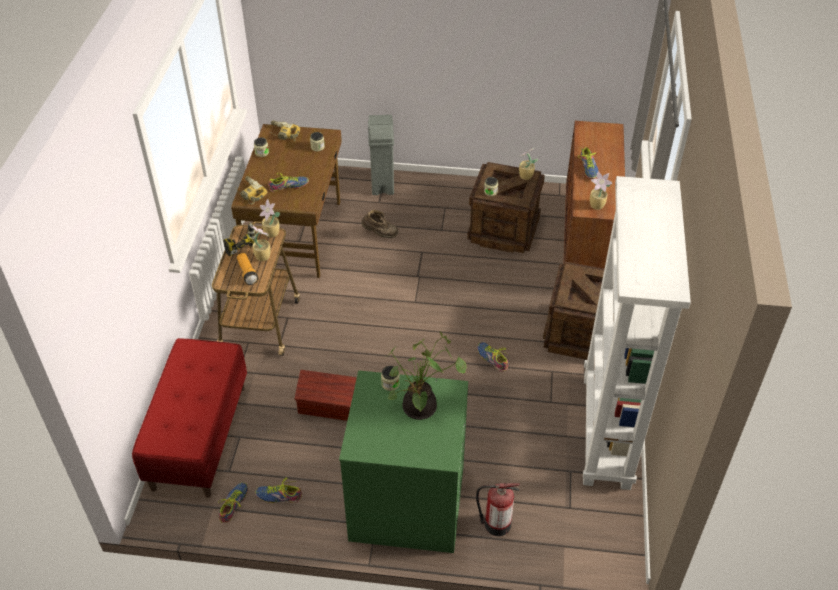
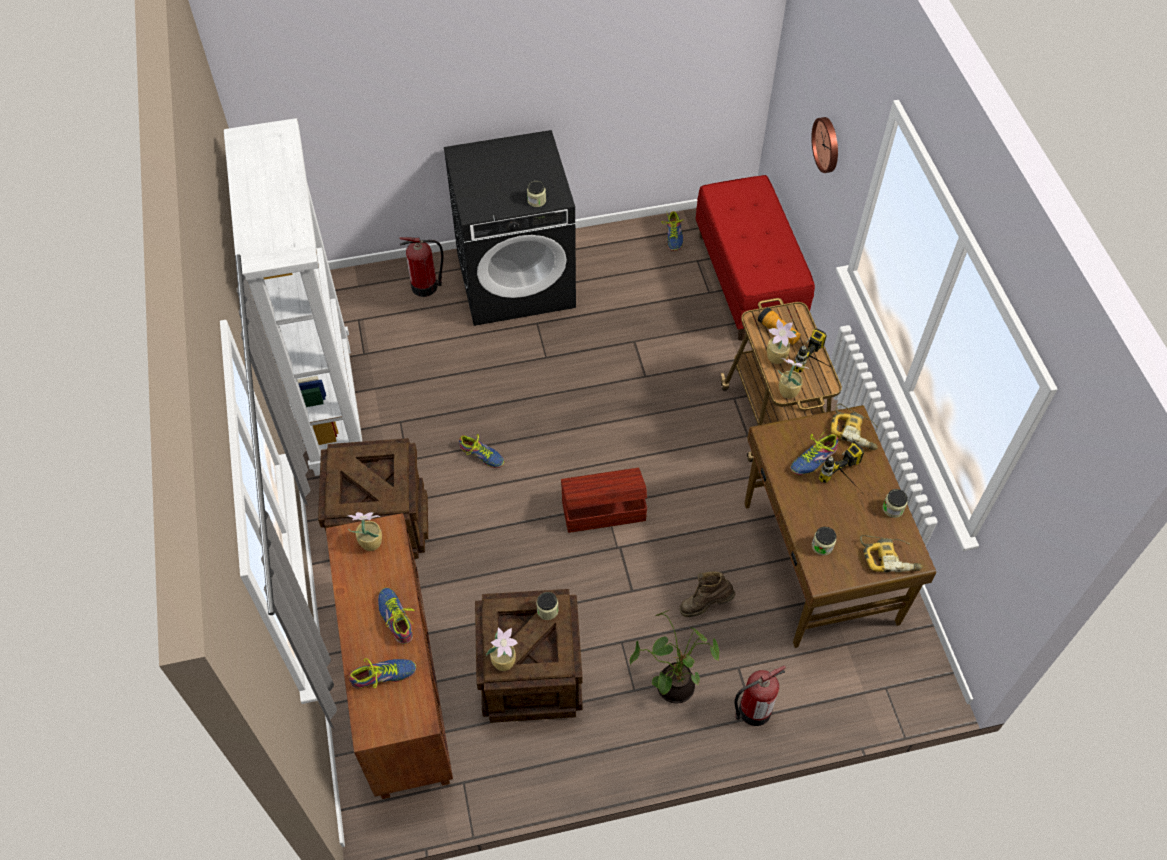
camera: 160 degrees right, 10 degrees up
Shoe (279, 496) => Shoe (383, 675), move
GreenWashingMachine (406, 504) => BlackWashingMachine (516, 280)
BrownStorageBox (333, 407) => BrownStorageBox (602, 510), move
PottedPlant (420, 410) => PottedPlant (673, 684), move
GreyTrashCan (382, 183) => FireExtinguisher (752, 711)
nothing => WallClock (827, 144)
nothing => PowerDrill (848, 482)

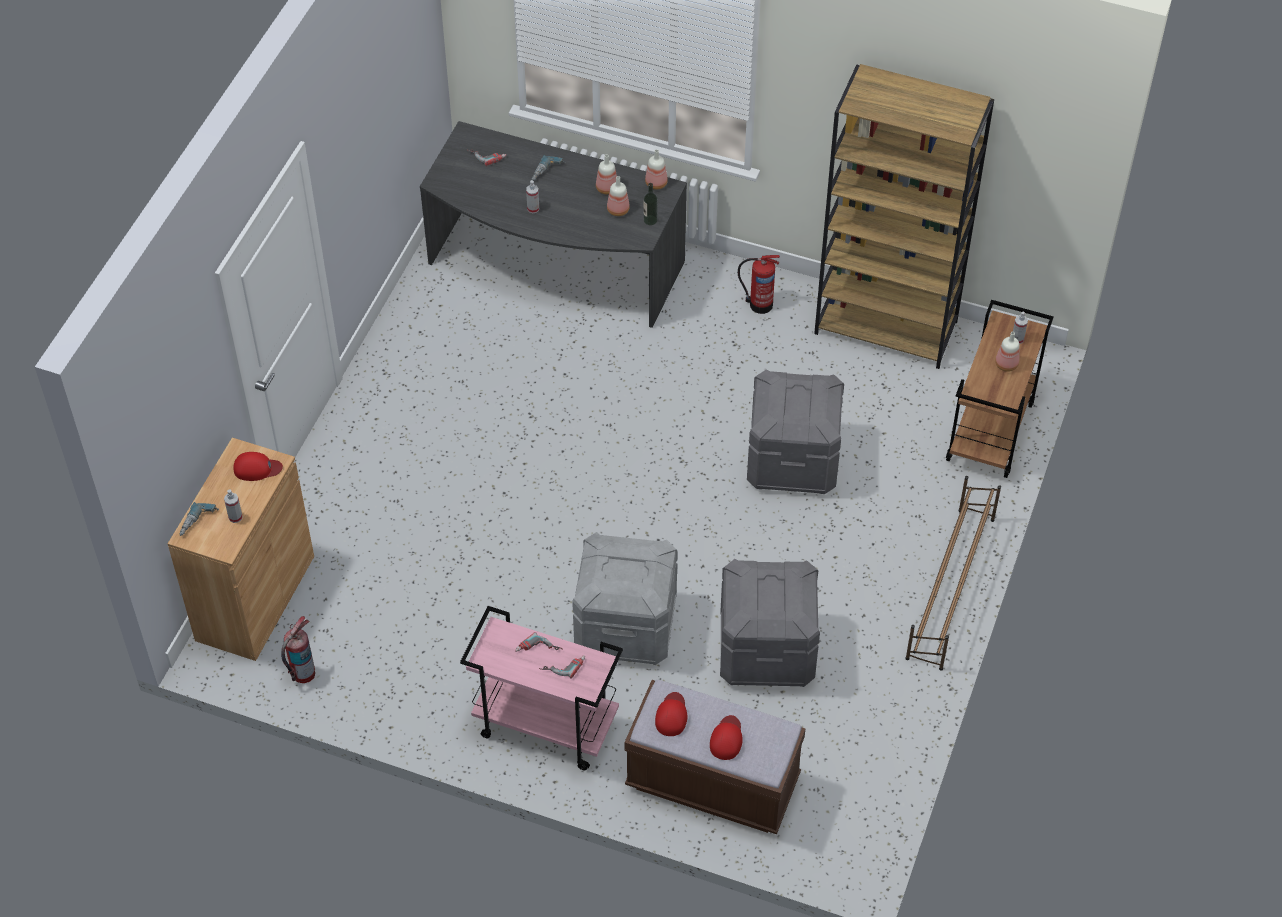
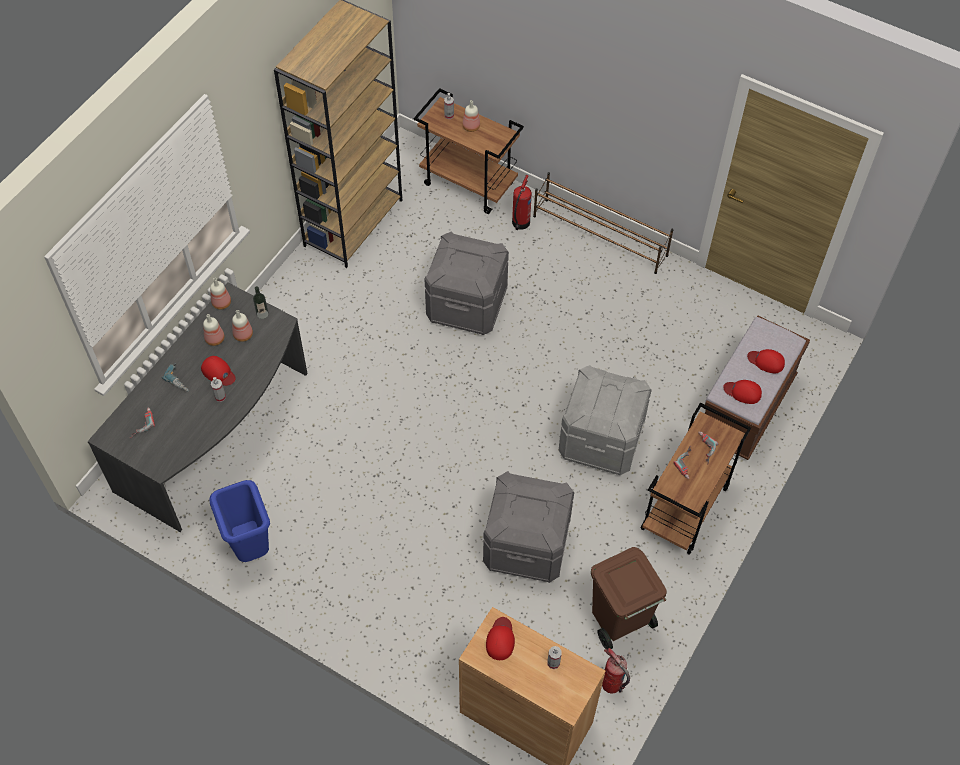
camera: 80 degrees left, 5 degrees up
nothing => RedCap (218, 372)
nothing => BlueTrashCan (251, 547)
GreyStorageBox (766, 650) => GreyStorageBox (526, 545), move
FireExtinguisher (759, 304) => FireExtinguisher (520, 223), move
nothing => BrownTrashCan (619, 621)
PinkCart (544, 726) => BrownCart (685, 509)
PowerDrill (199, 523) => nothing

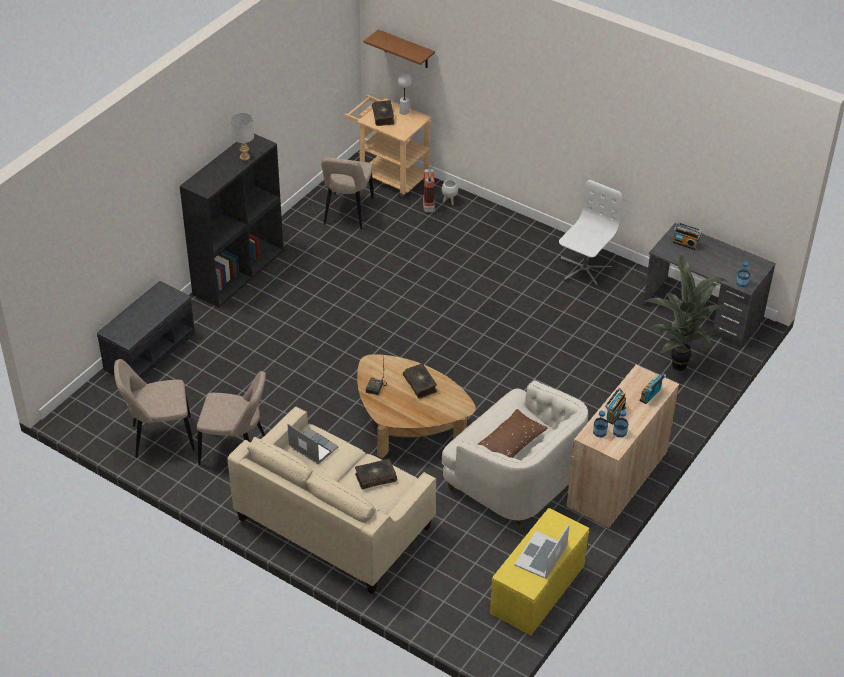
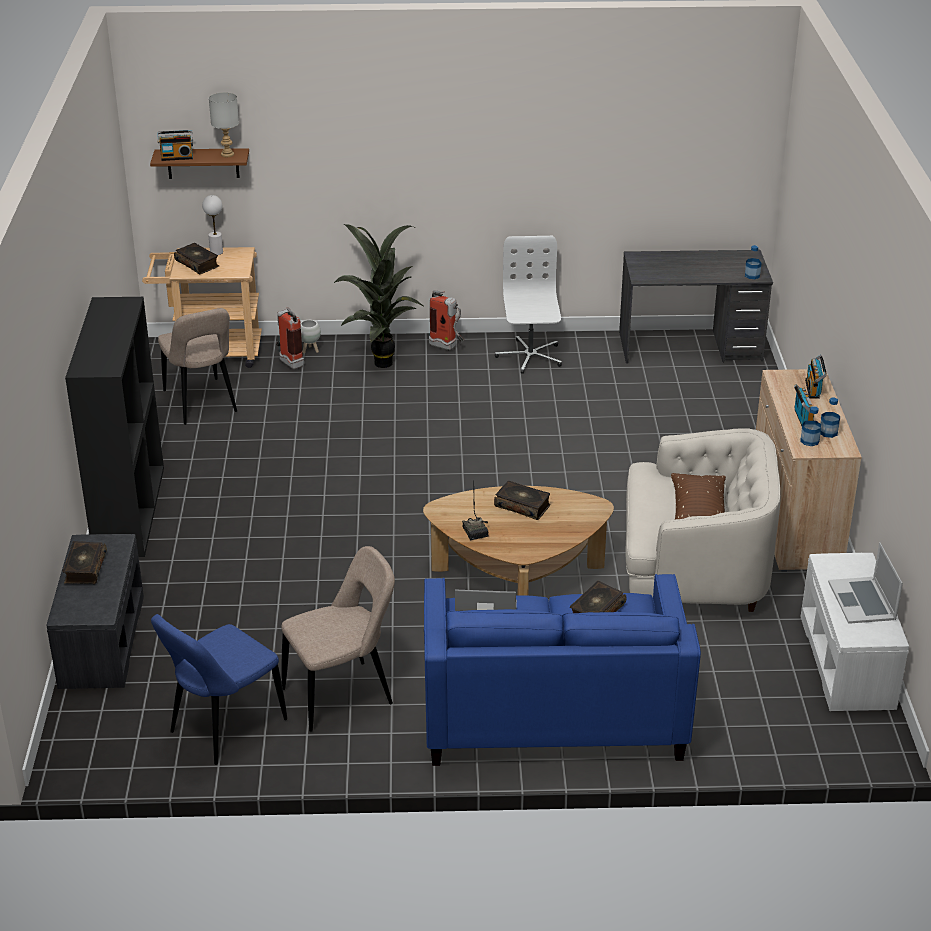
camera: 35 degrees left, 10 degrees down
nothing => Book (84, 569)
BeigeChair (159, 438) => BlueChair (223, 728)
Radio (685, 243) => Radio (177, 157), move
GreyTableLamp (244, 157) => GreyTableLamp (227, 155), move
PottedPlant (677, 363) => PottedPlant (380, 362), move
BeigeSofa (334, 522) => BlueSofa (551, 710)
nothing => FireExtinguisher (447, 347)
YellowBench (538, 590) => WhiteBench (848, 662)

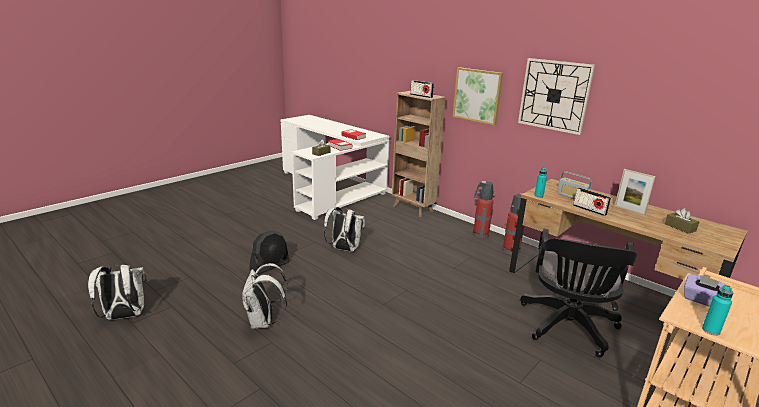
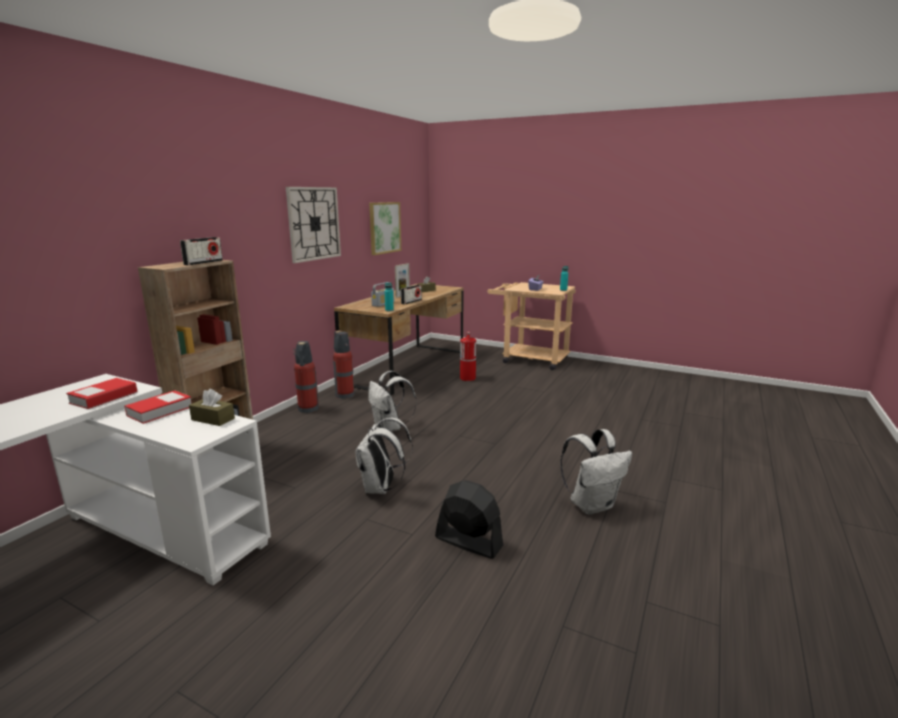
camera: 105 degrees left, 5 degrees down
WhiteBackpack (123, 316) => WhiteBackpack (389, 428), move
Picture (477, 95) => Picture (384, 227), move
BlackOfficeChair (568, 328) => FireExtinguisher (467, 378)

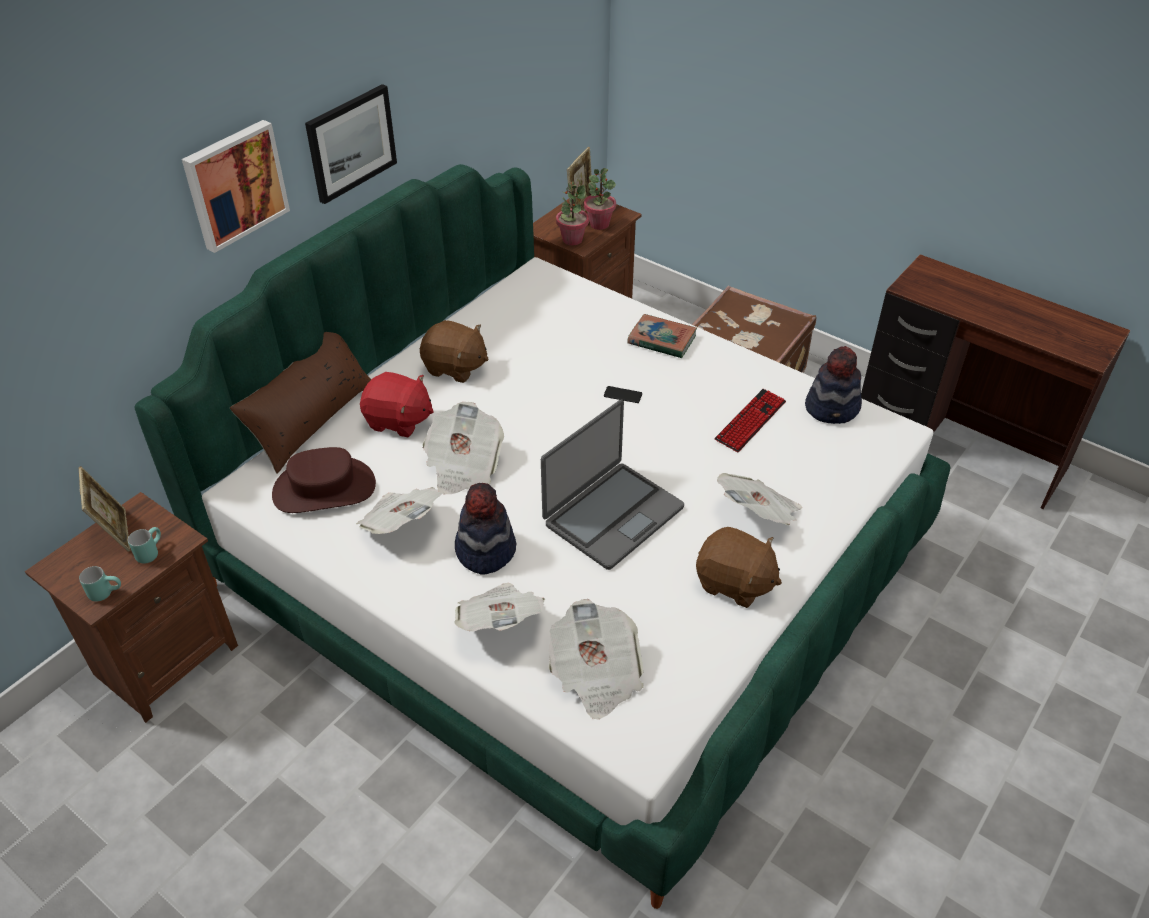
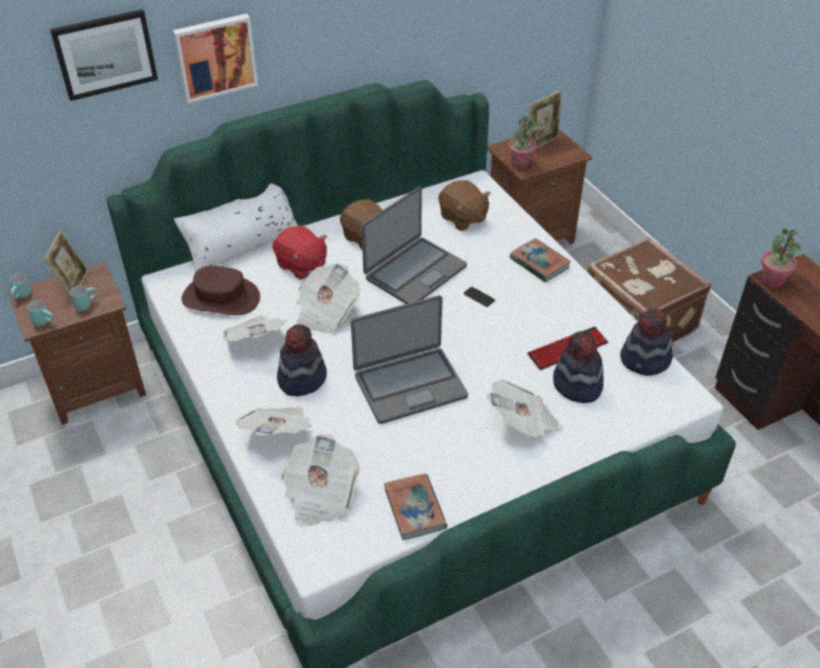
camera: 25 degrees right, 0 degrees up
nothing => TurquoiseMug (22, 296)
Picture (350, 143) => Picture (105, 54), move
BrownPillow (312, 420) => WhitePillow (243, 247)
nothing => Laptop (414, 272)
nothing => Book (415, 509)
BrownPlushToy (734, 583) => BrownPlushToy (463, 218), move
nothing => Hat (577, 385)
PottedPlant (599, 224) => PottedPlant (772, 281), move

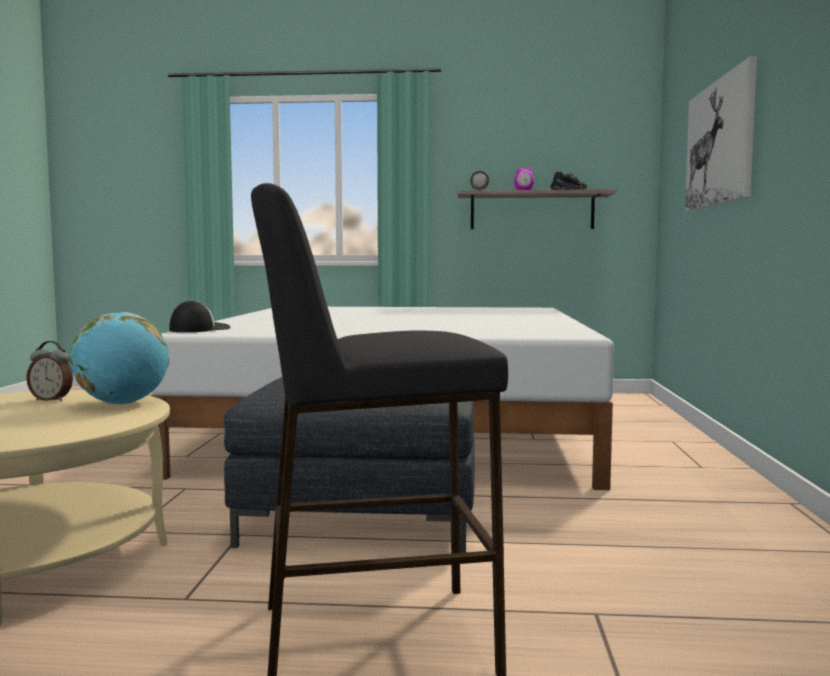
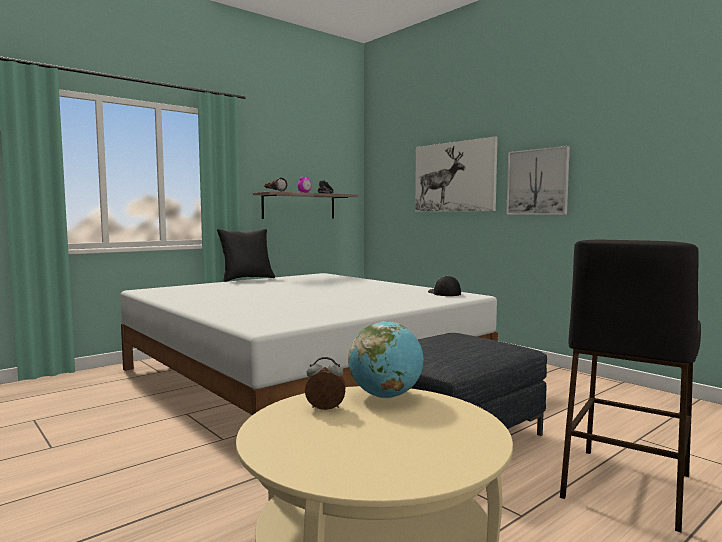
camera: 45 degrees left, 0 degrees up
nothing => BlackPillow (247, 279)
AlarmClock (52, 400) => AlarmClock (325, 409), 150 degrees counterclockwise
Cap (199, 329) => Cap (444, 293), move
nothing => Picture (537, 182)

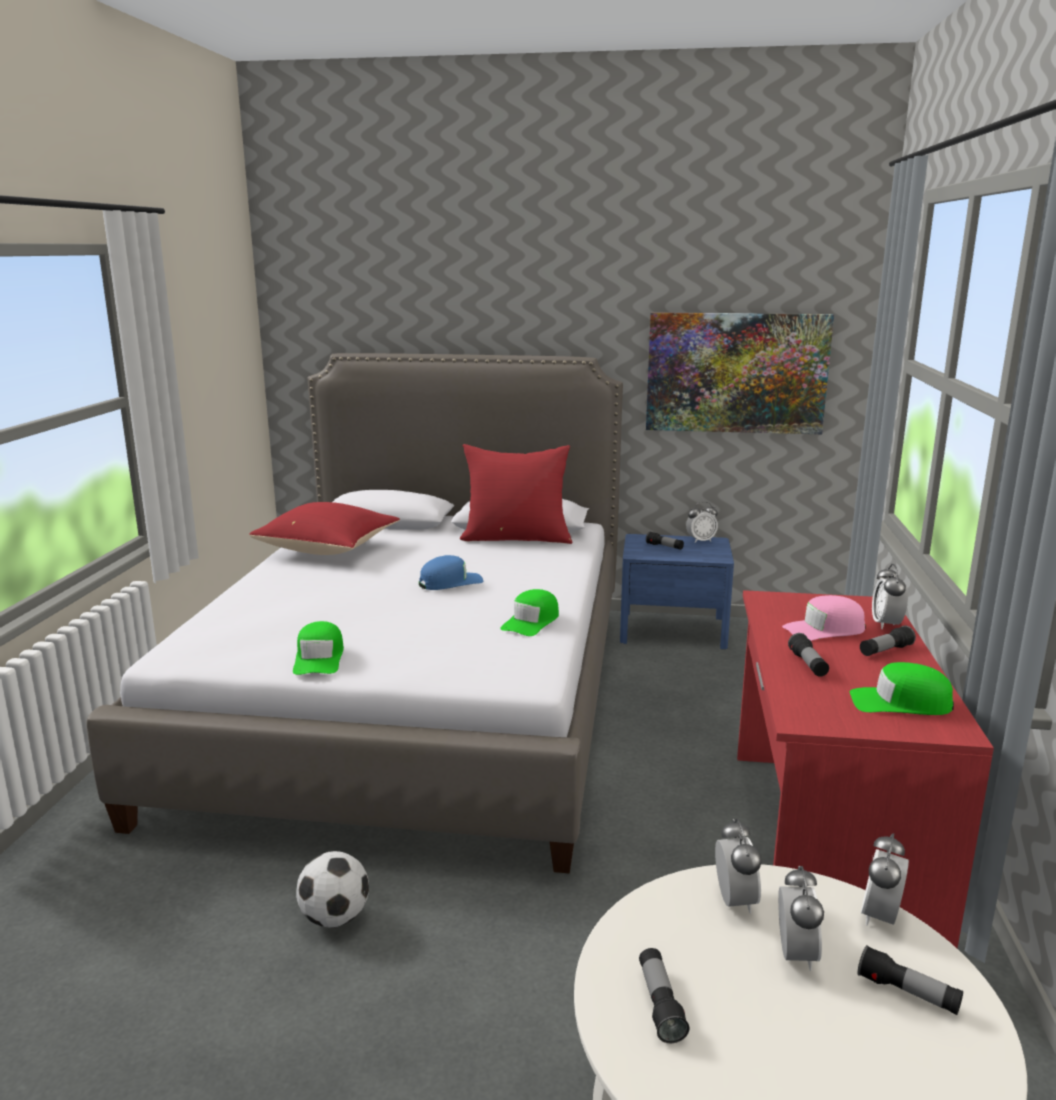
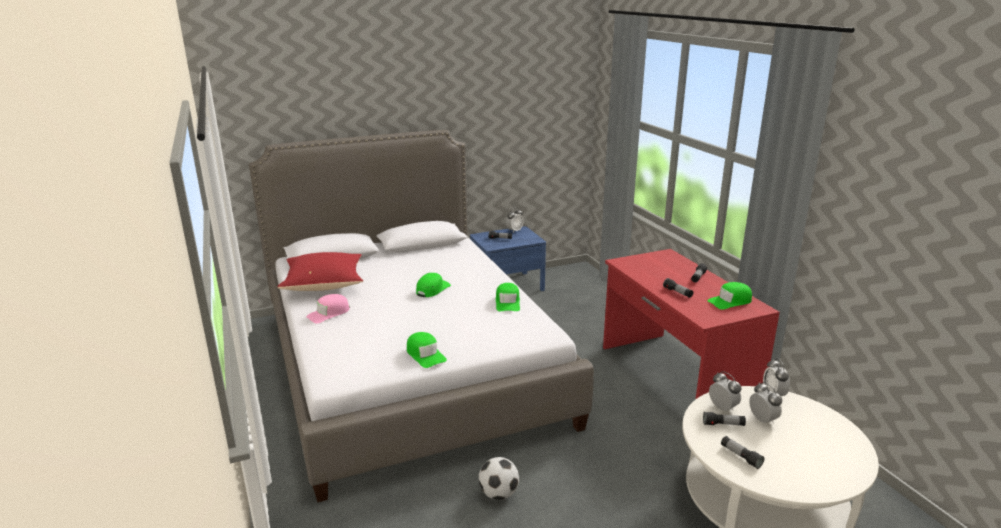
camera: 30 degrees left, 5 degrees up
PinkCap (824, 630) => PinkCap (328, 313), move
BlueCap (450, 582) => GreenCap (432, 289)
Flashlight (907, 993) => Flashlight (723, 424), move
RedPillow (517, 538) => nothing
Picture (736, 373) => nothing
AlarmClock (886, 624) => nothing

